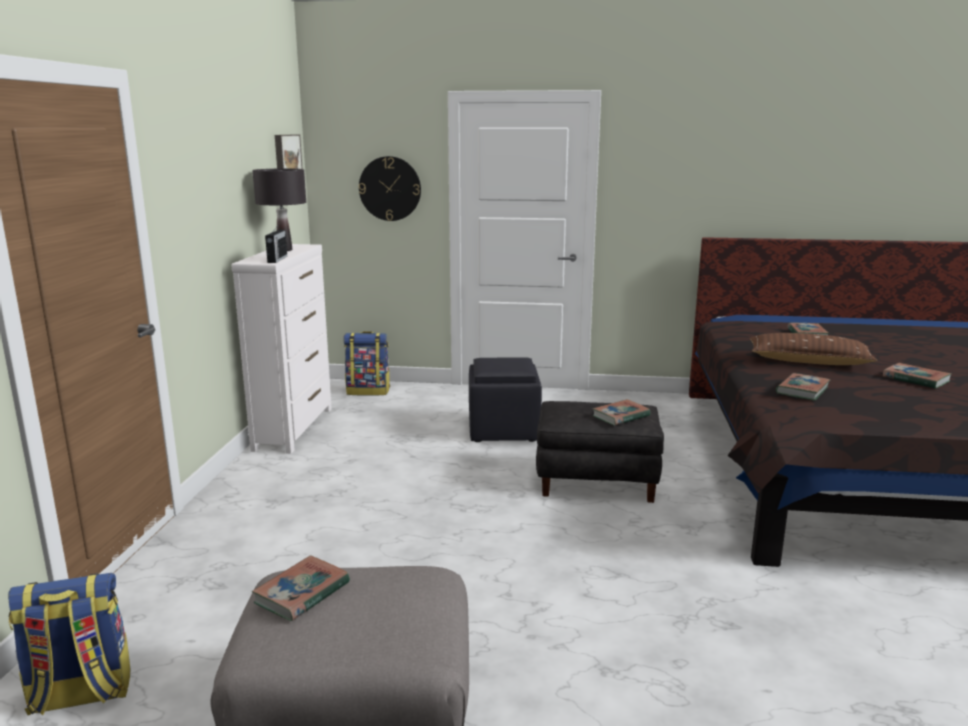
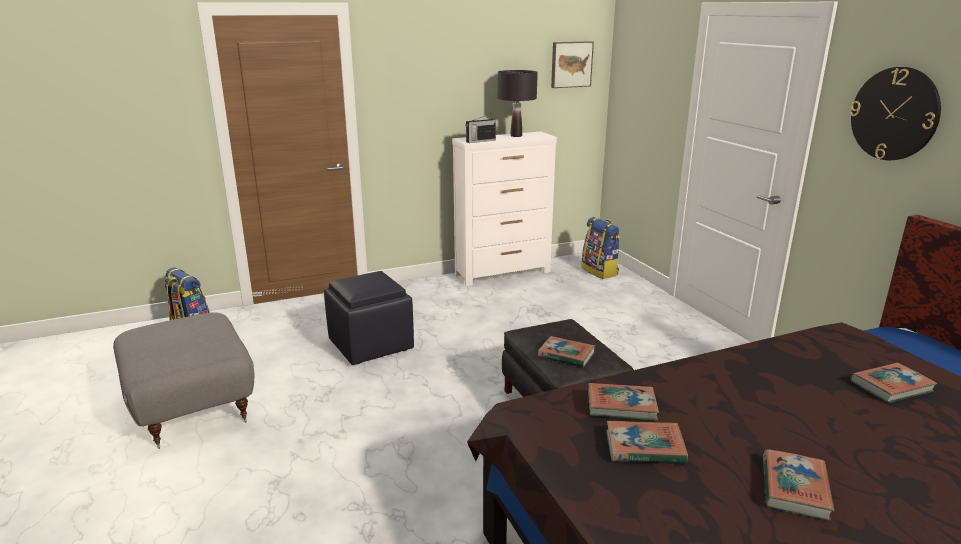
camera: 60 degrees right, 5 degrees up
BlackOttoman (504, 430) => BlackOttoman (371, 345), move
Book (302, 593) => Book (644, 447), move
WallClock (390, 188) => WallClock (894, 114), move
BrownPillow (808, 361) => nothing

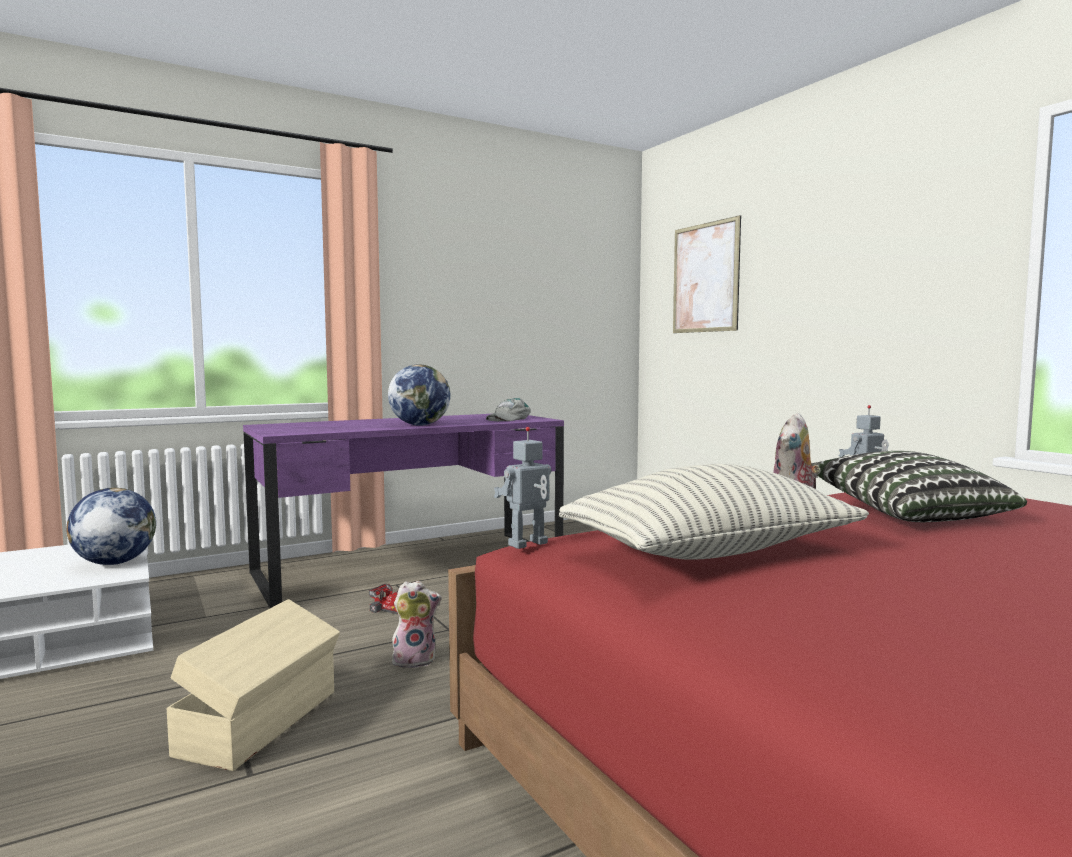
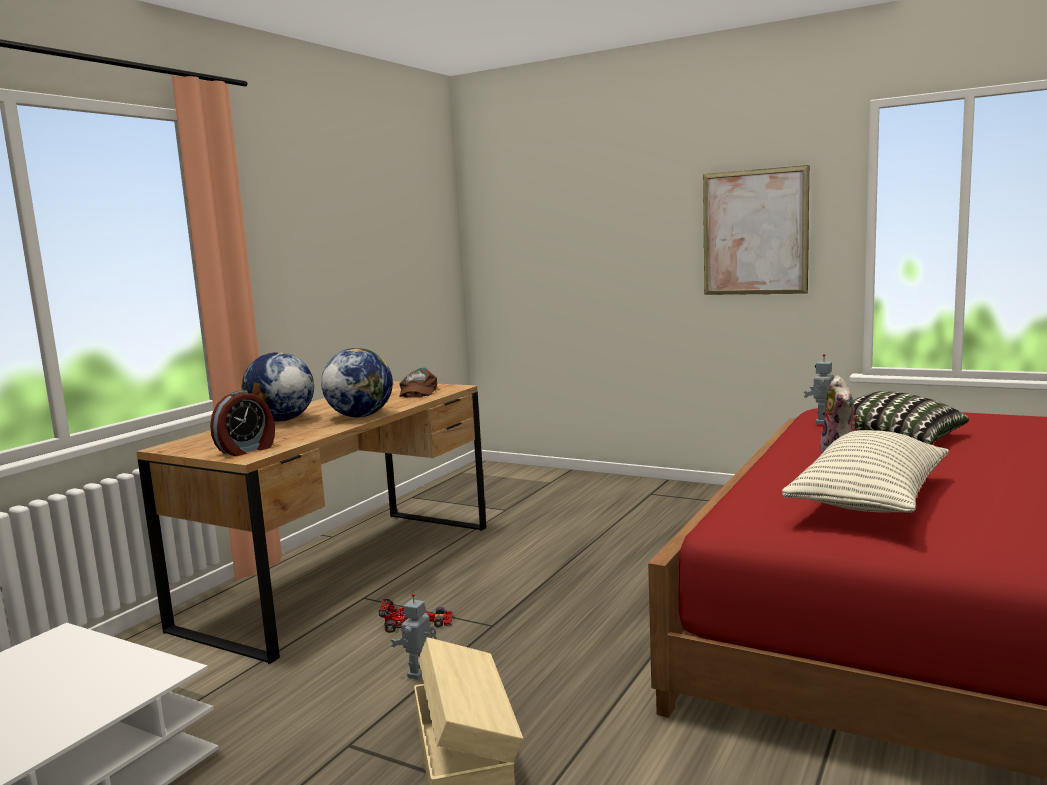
camera: 30 degrees left, 5 degrees up
PurpleDesk (411, 565) => BrownDesk (346, 573)
nothing => AlarmClock (247, 450)
Globe (114, 563) => Globe (281, 420), move
ToyRobot (529, 544) => ToyRobot (421, 672), move
GreyCap (508, 419) => BrownCap (417, 391)
Picture (705, 278) => Picture (754, 232), move
PlushToy (415, 660) => nothing

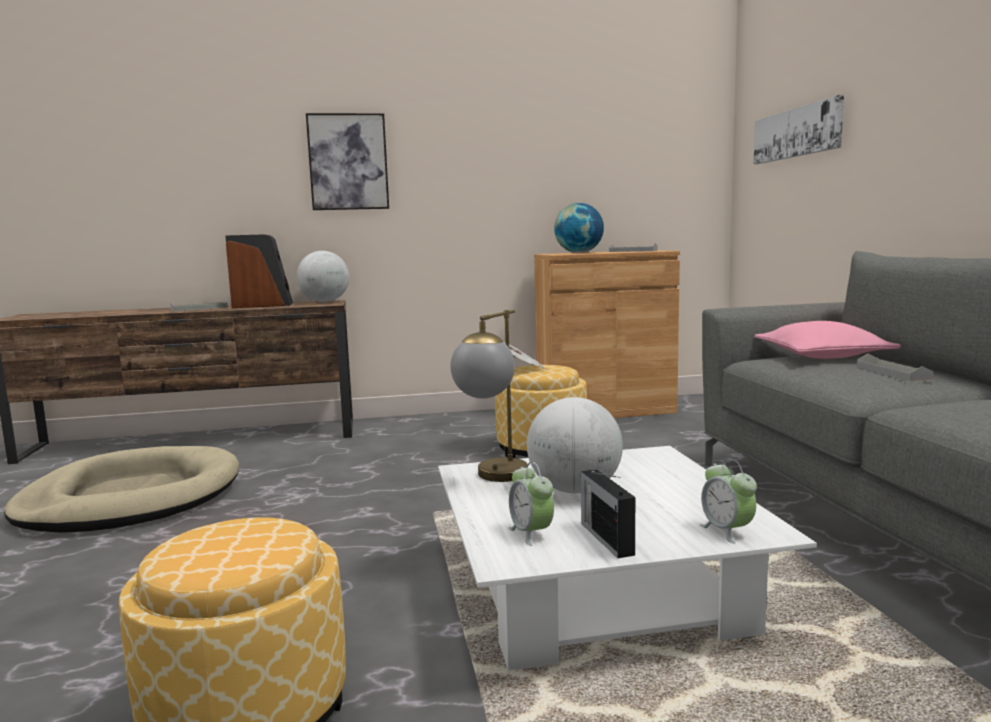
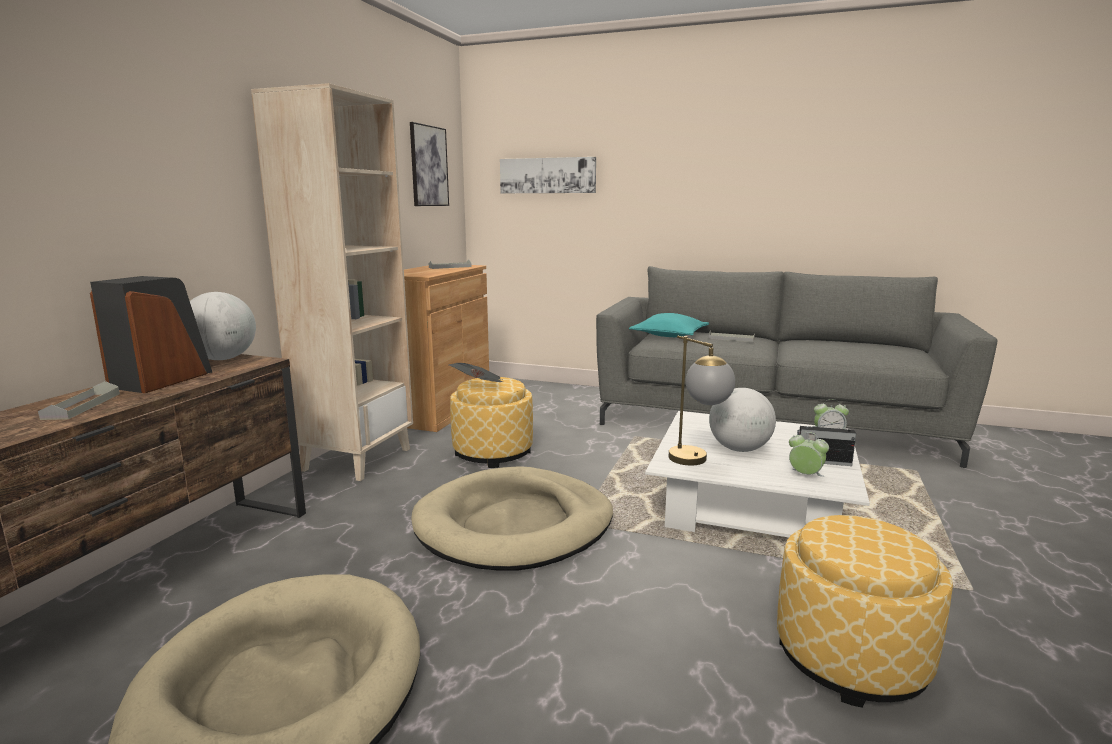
camera: 60 degrees left, 5 degrees up
nothing => BeigeBookcase (357, 459)
Picture (348, 162) => Picture (428, 166), move
nothing => BeigeDogBed (514, 525)
PinkPillow (822, 356) => TurquoisePillow (669, 335)
AlarmClock (531, 533) => AlarmClock (805, 475), 150 degrees counterclockwise
Globe (579, 253) => nothing

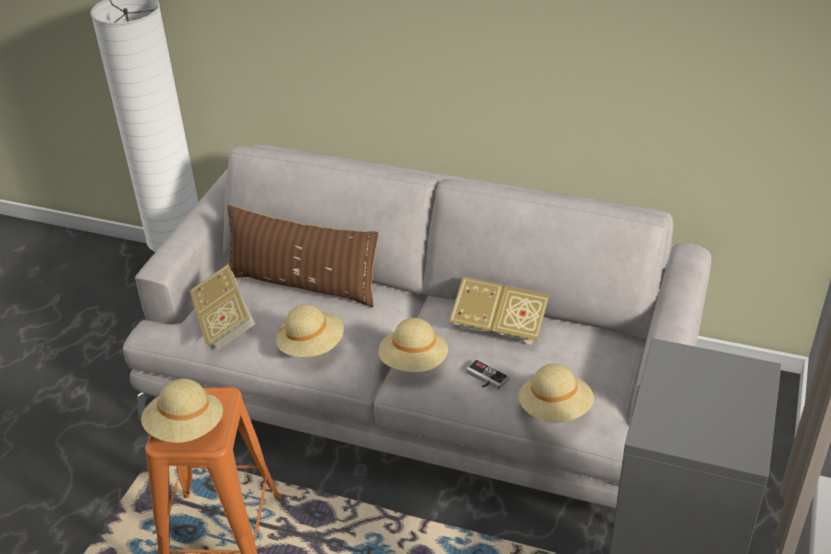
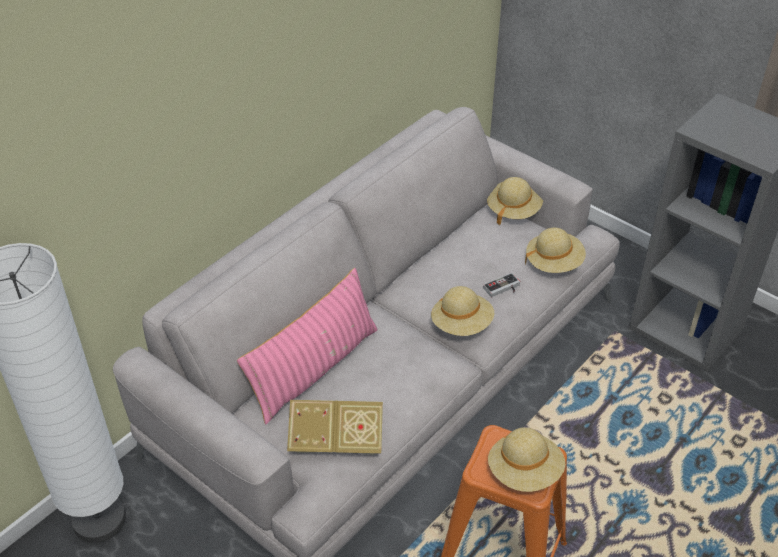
camera: 70 degrees left, 5 degrees up
BrownPillow (303, 284) => PinkPillow (314, 369)
BeigeHat (311, 346) => BeigeHat (513, 210), move
Book (499, 326) => nothing

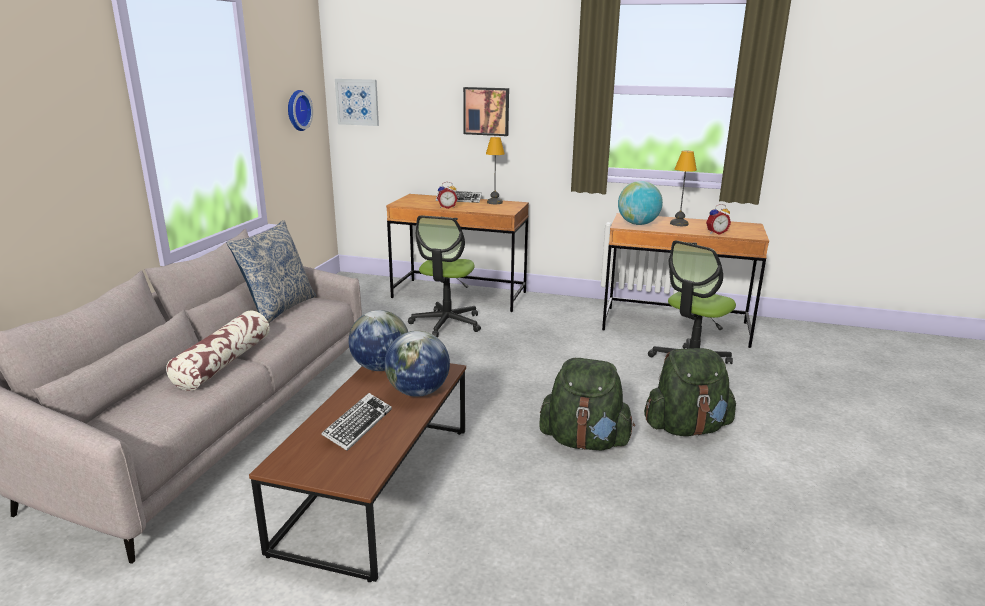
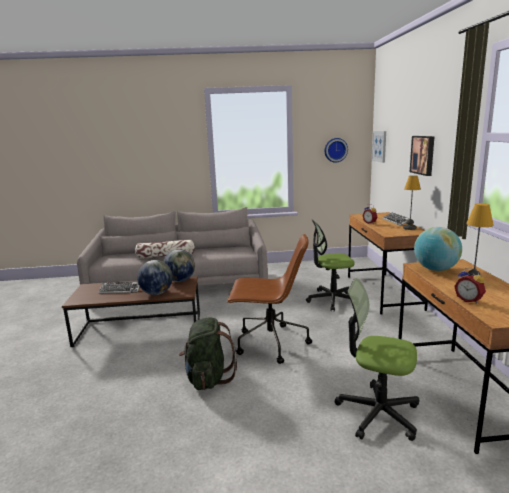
camera: 70 degrees right, 5 degrees down
nothing => BrownOfficeChair (270, 343)
Pillow (278, 309) => nothing
GreenBackpack (686, 428) => nothing

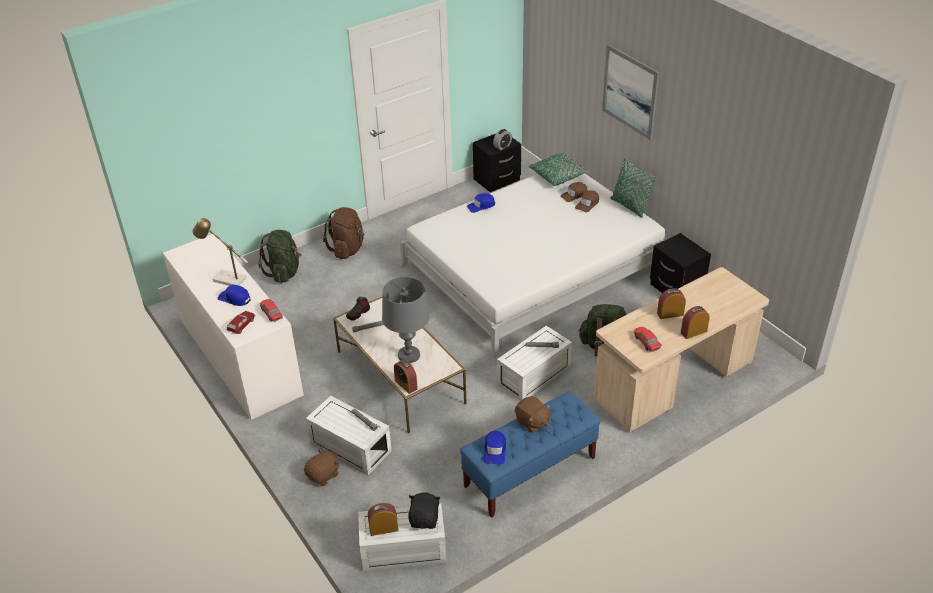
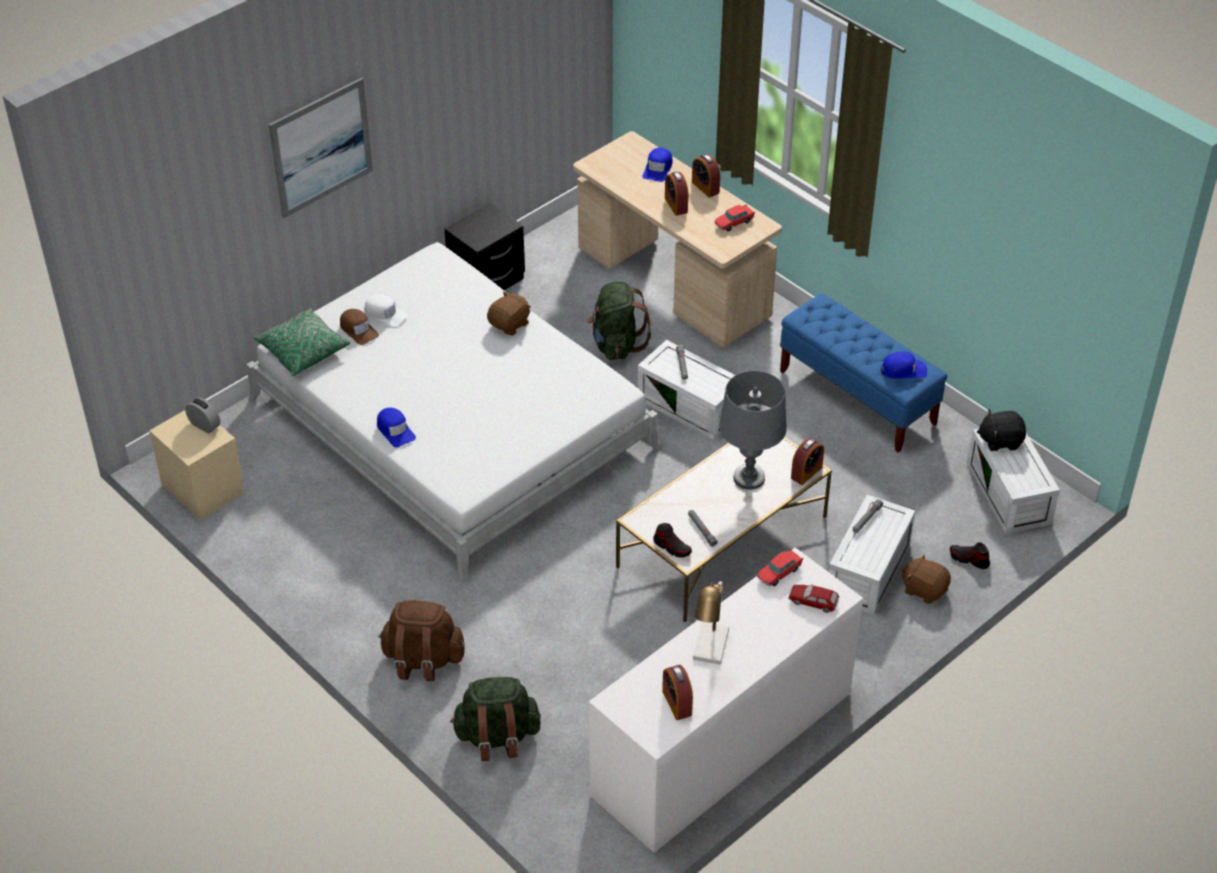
camera: 100 degrees left, 5 degrees up
BlackNightstand (497, 180) => BeigeNightstand (204, 488)
BrownCap (587, 204) => WhiteCap (385, 314)
BrownPlushToy (532, 422) => BrownPlushToy (510, 324), move
BlueCap (234, 298) => BlueCap (658, 169), move
AlarmClock (383, 528) => AlarmClock (677, 703), move
nothing => Shoe (969, 559)
GreenPillow (630, 206) => nothing

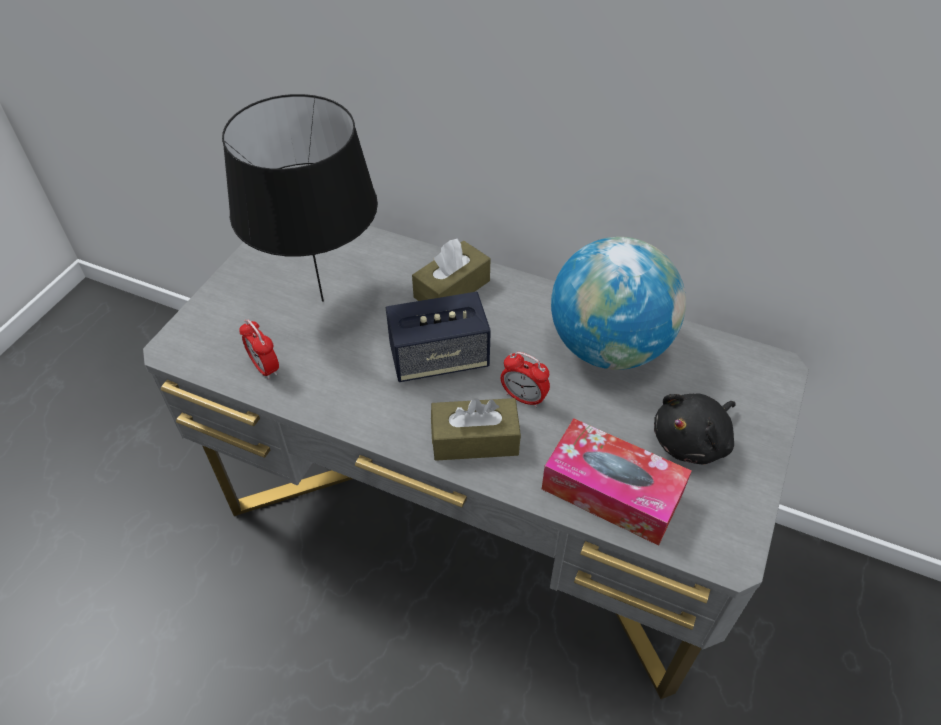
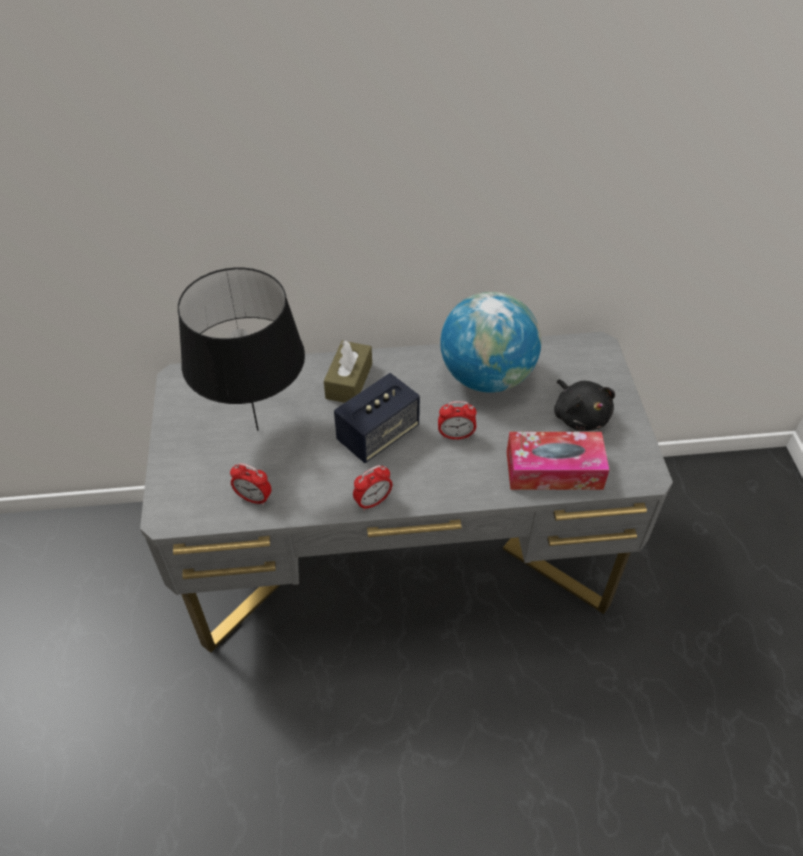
camera: 30 degrees left, 0 degrees up
nothing => AlarmClock (373, 501)
BlackPlushToy (692, 441) => BlackPlushToy (580, 415), 45 degrees counterclockwise
BrownTissueBox (475, 440) => nothing

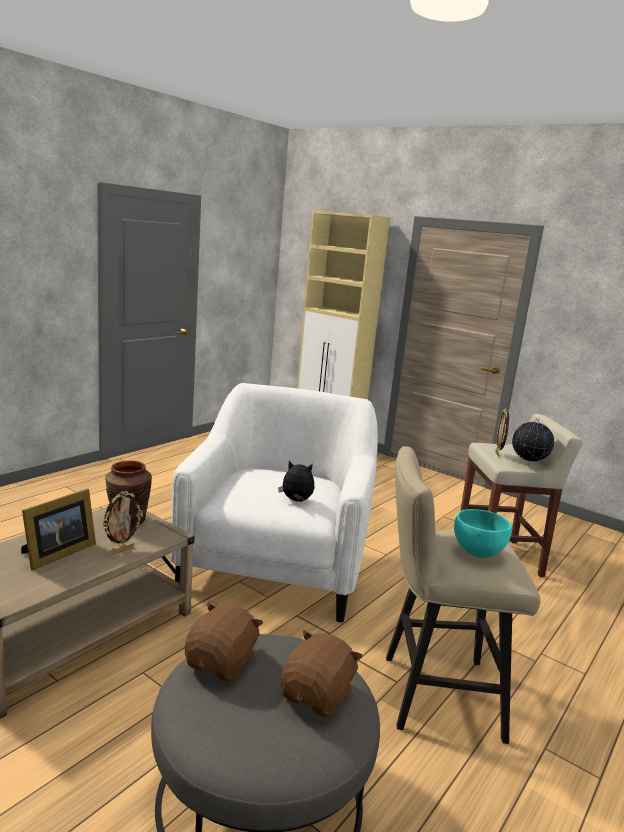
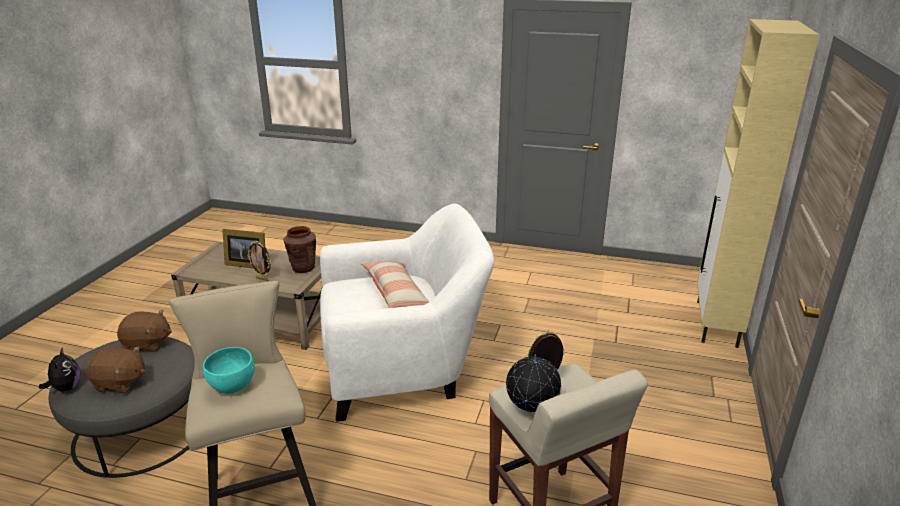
camera: 70 degrees right, 10 degrees up
PlushToy (296, 501) => PlushToy (66, 388), move
nothing => Pillow (396, 294)

